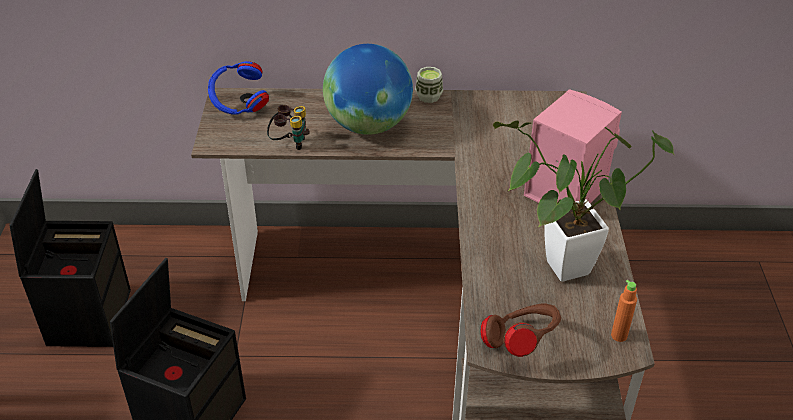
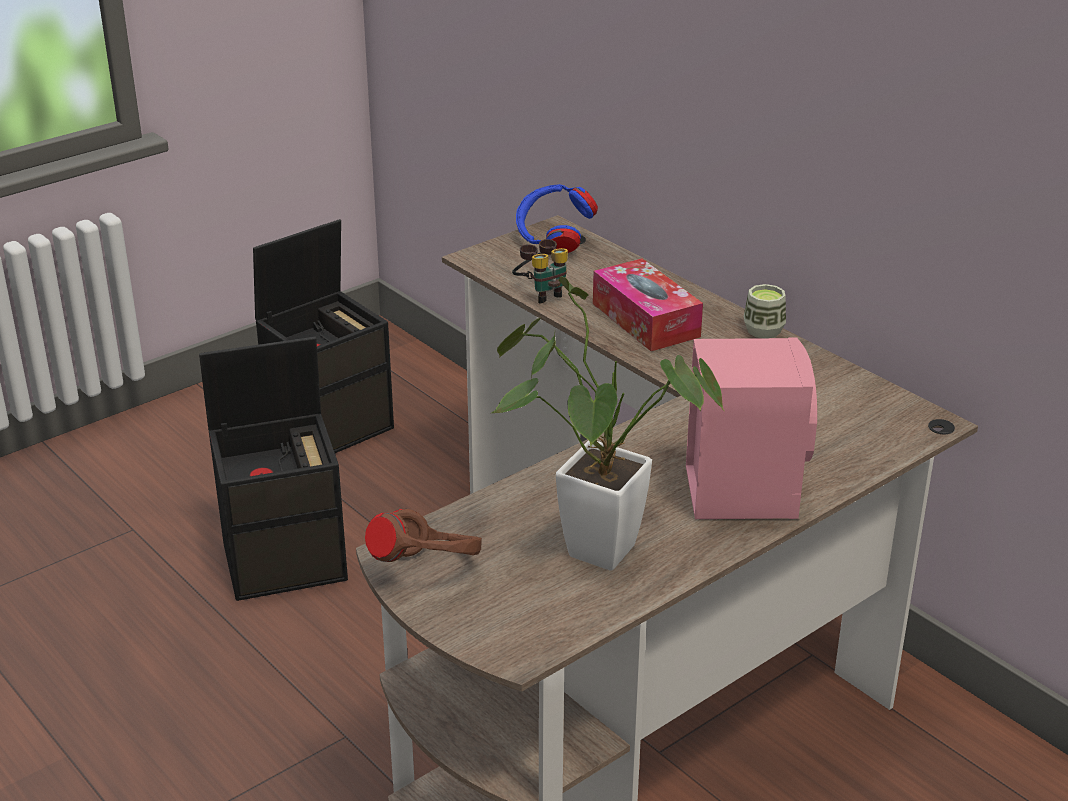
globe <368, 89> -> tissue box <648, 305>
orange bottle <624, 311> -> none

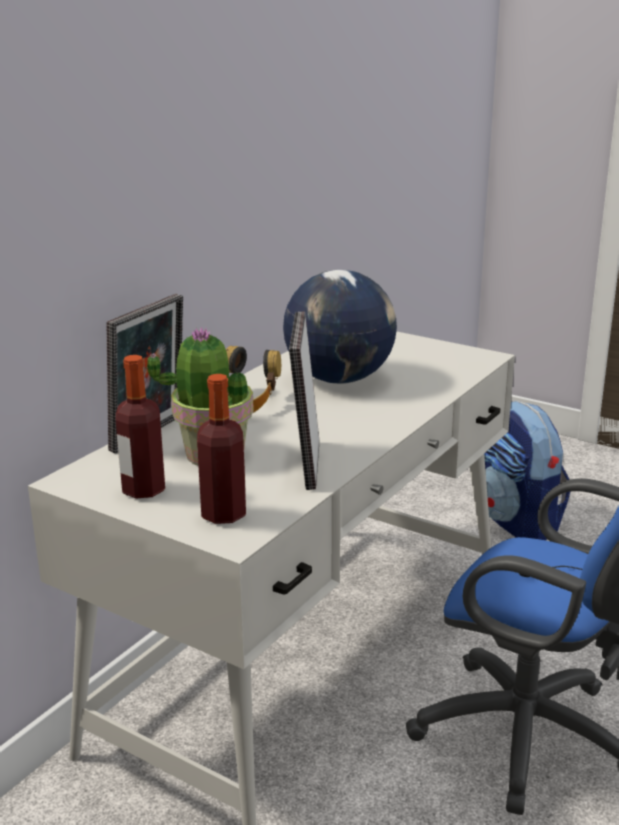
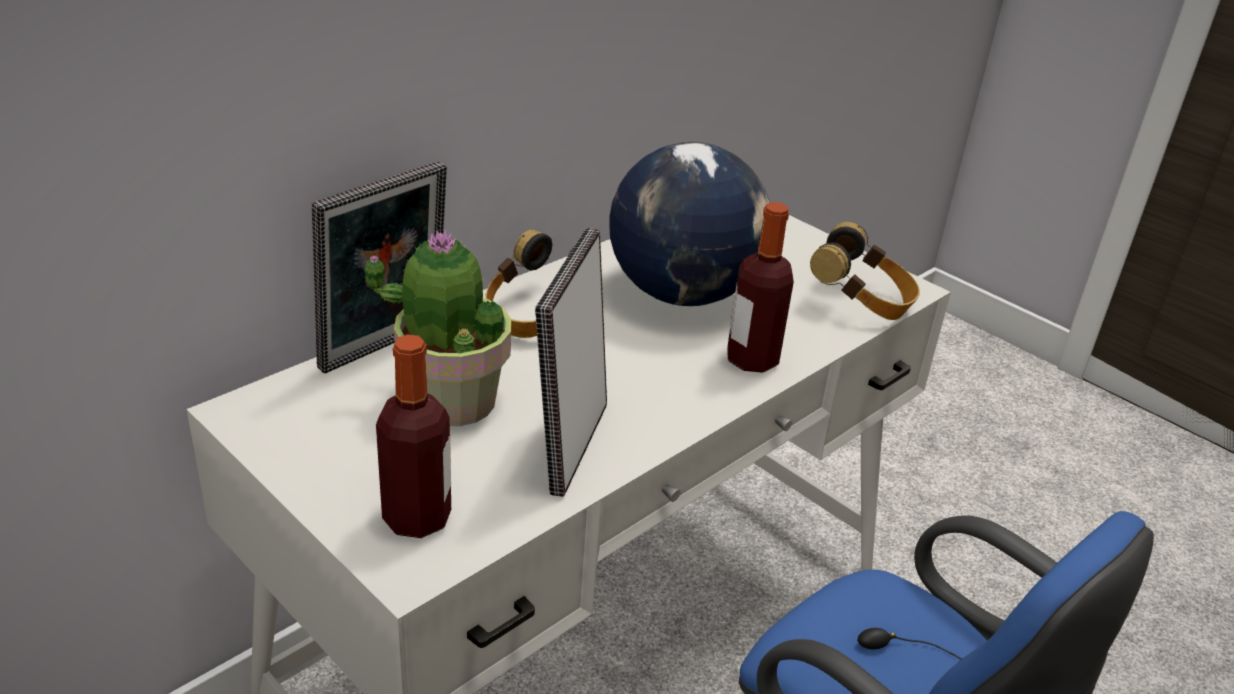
bottle <140, 426> -> bottle <760, 287>, moved
none -> headphones <865, 271>
backpack <527, 470> -> none

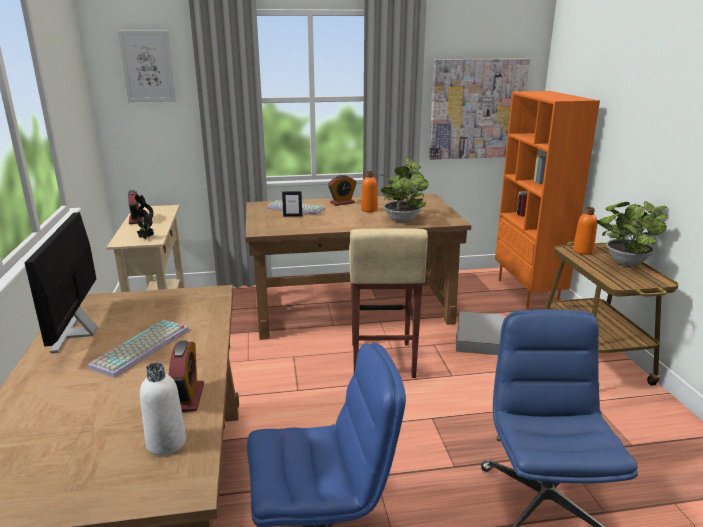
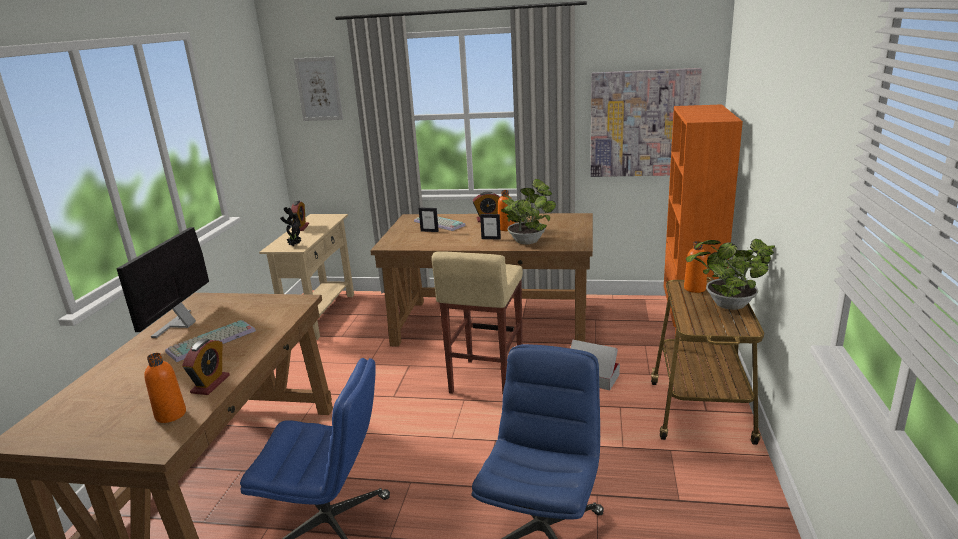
white bottle <163, 409> -> orange bottle <165, 388>
none -> picture frame <490, 226>

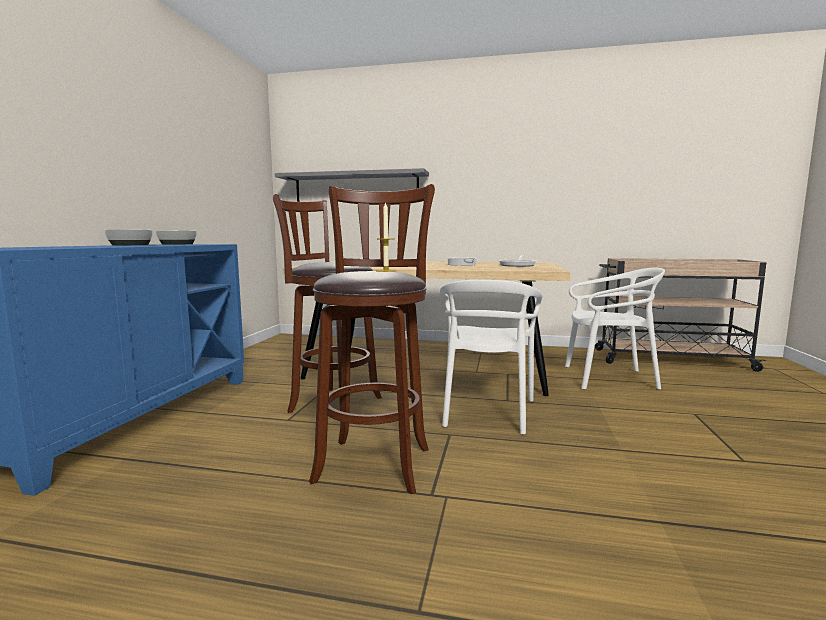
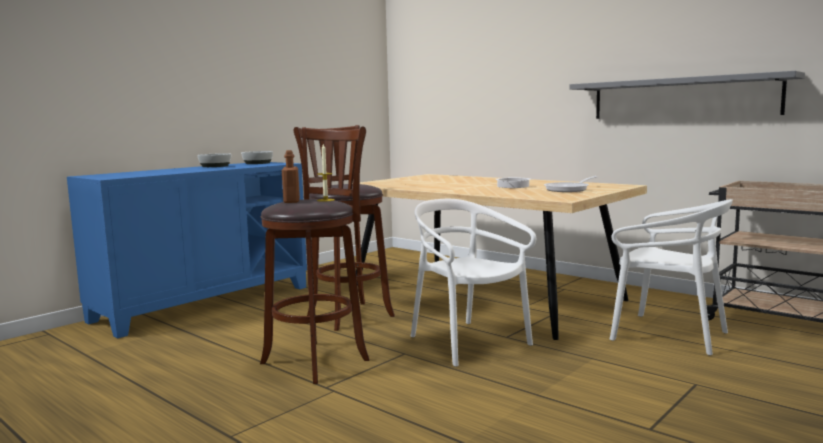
none -> brown bottle <291, 176>
white chair <491, 357> -> white chair <473, 283>, 105 degrees clockwise
grey shelf <352, 185> -> grey shelf <687, 95>, moved

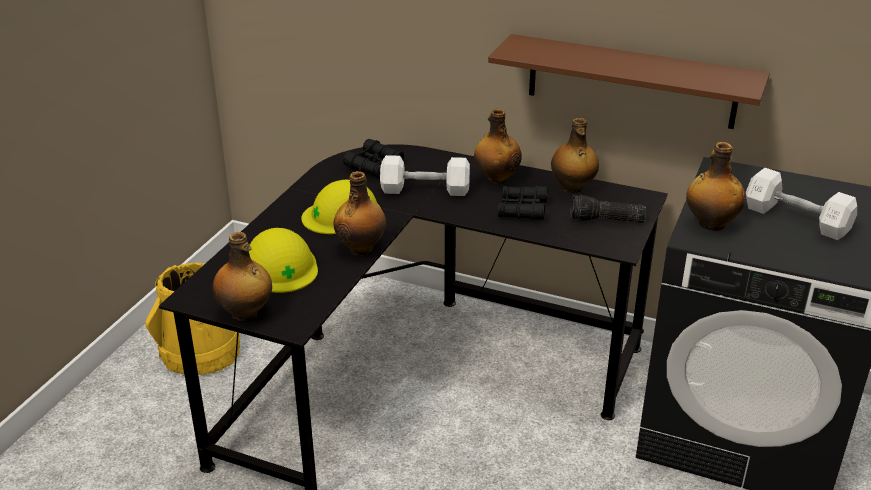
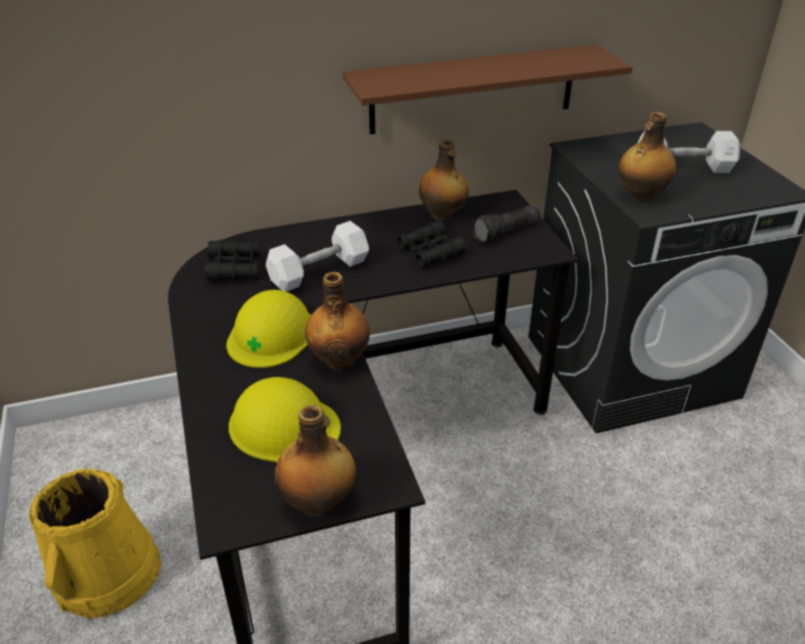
bottle <498, 146> -> none

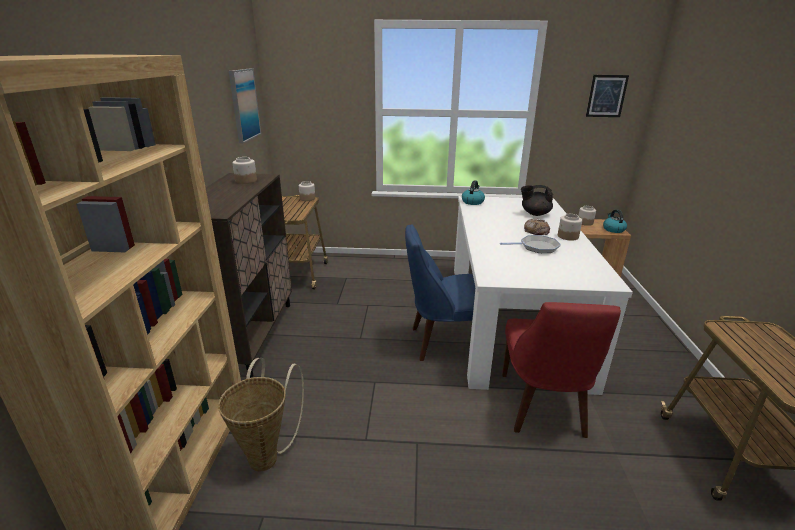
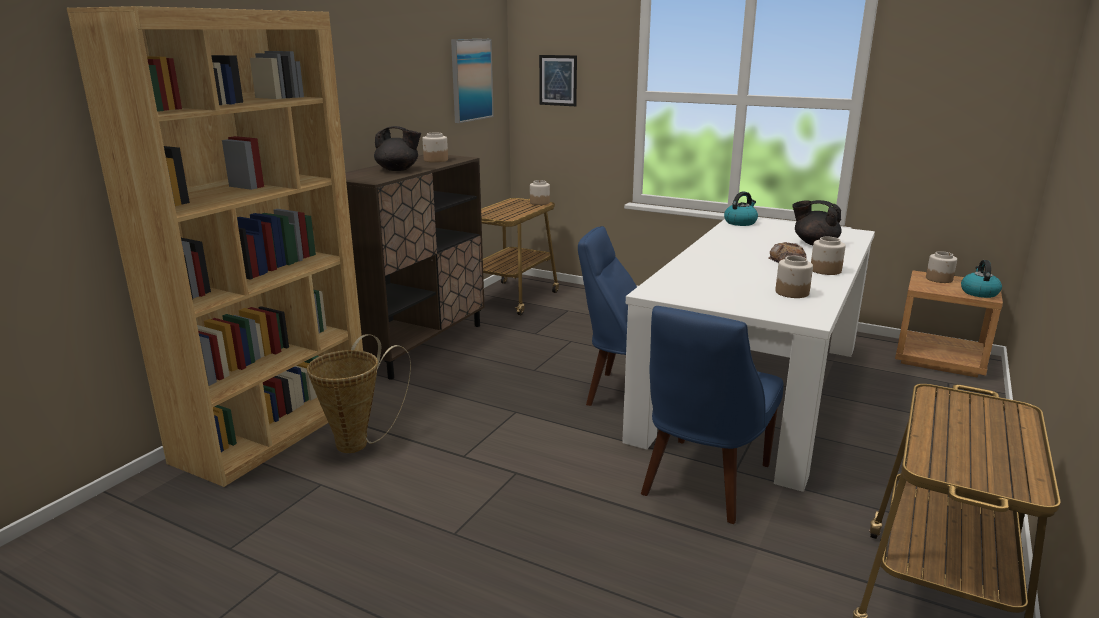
none -> black teapot <397, 148>
picture <607, 96> -> picture <558, 80>, moved
red chair <561, 370> -> blue chair <712, 415>
none -> jar <794, 277>
frying pan <530, 244> -> none

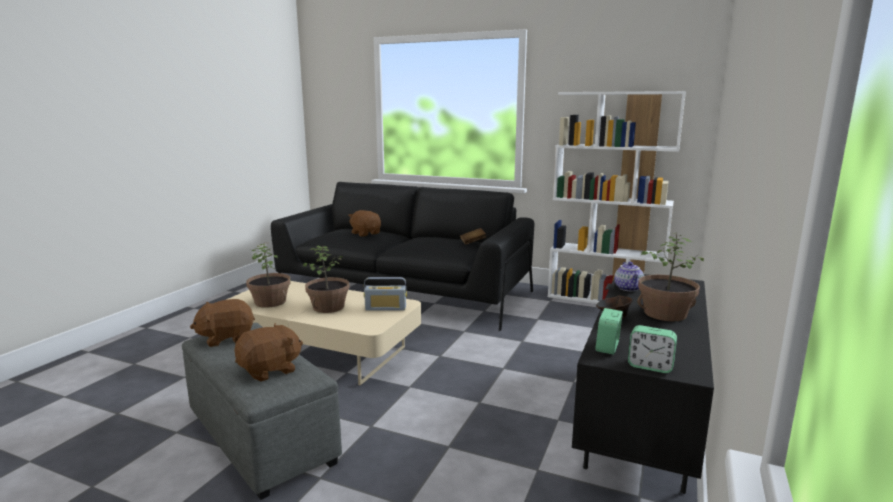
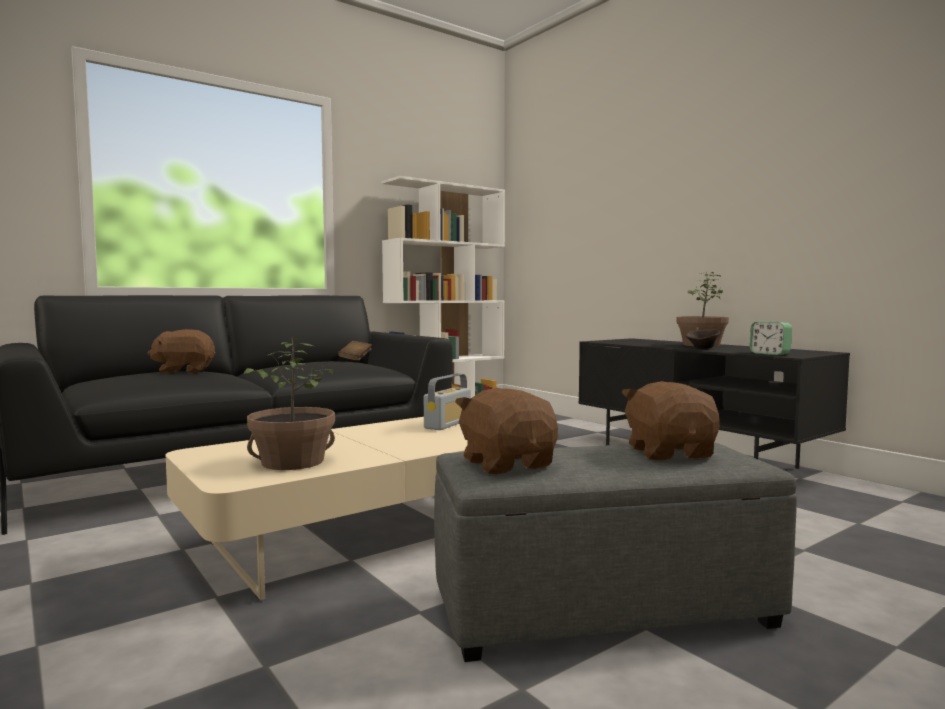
brown plush toy <222, 323> -> brown plush toy <506, 431>, 150 degrees clockwise
potted plant <326, 279> -> none
teapot <629, 276> -> none
alarm clock <652, 349> -> none

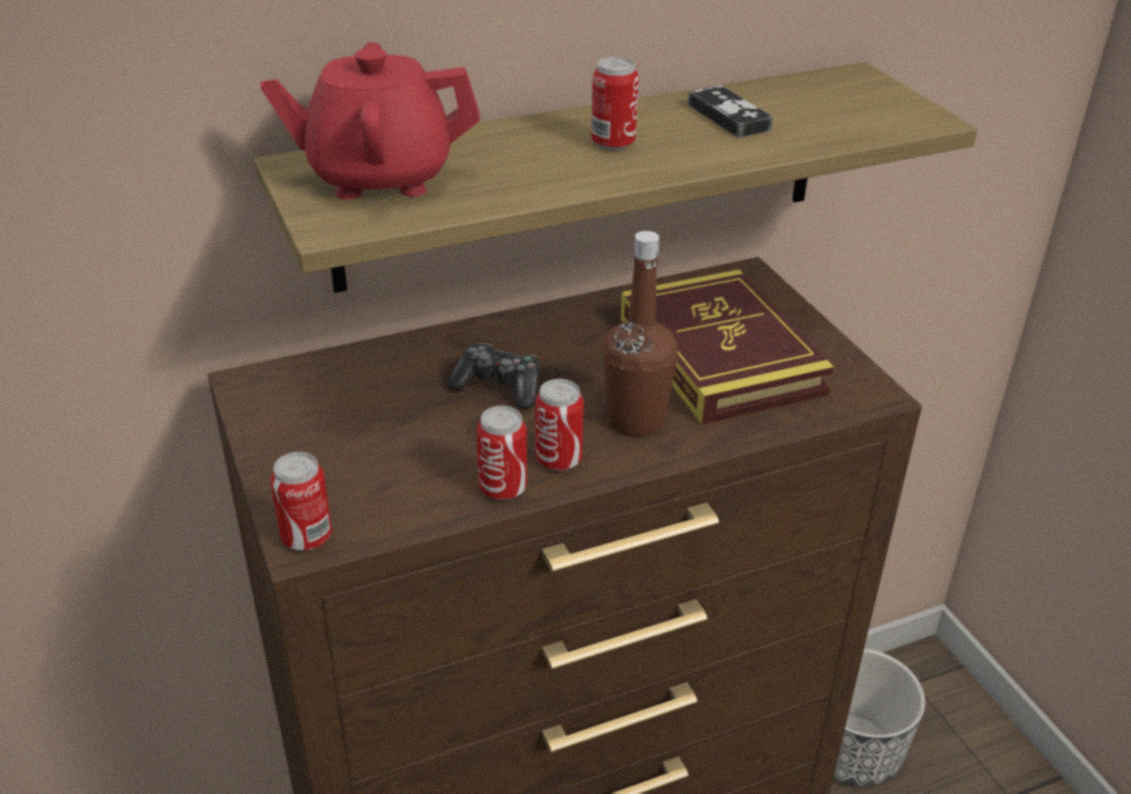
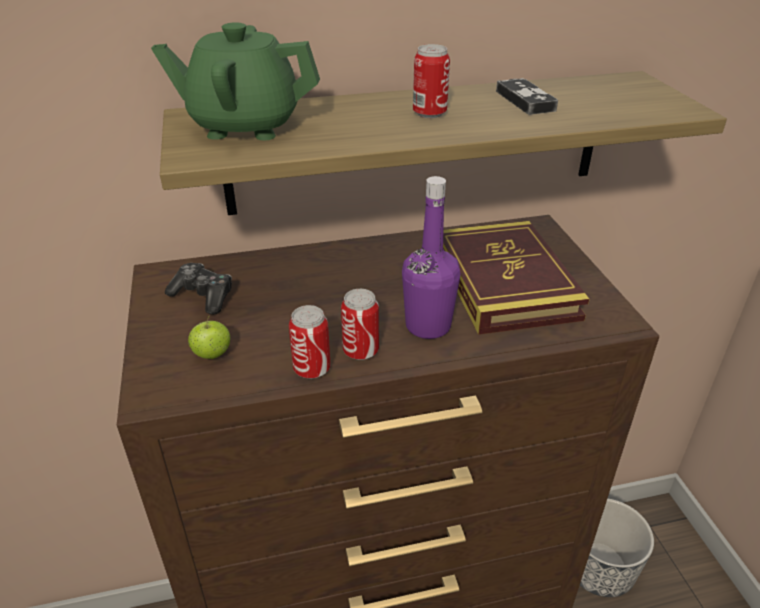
red teapot <370, 121> -> green teapot <235, 81>
game controller <493, 376> -> game controller <198, 289>, moved
none -> apple <209, 337>
brown bottle <640, 333> -> purple bottle <431, 257>
can <301, 501> -> none

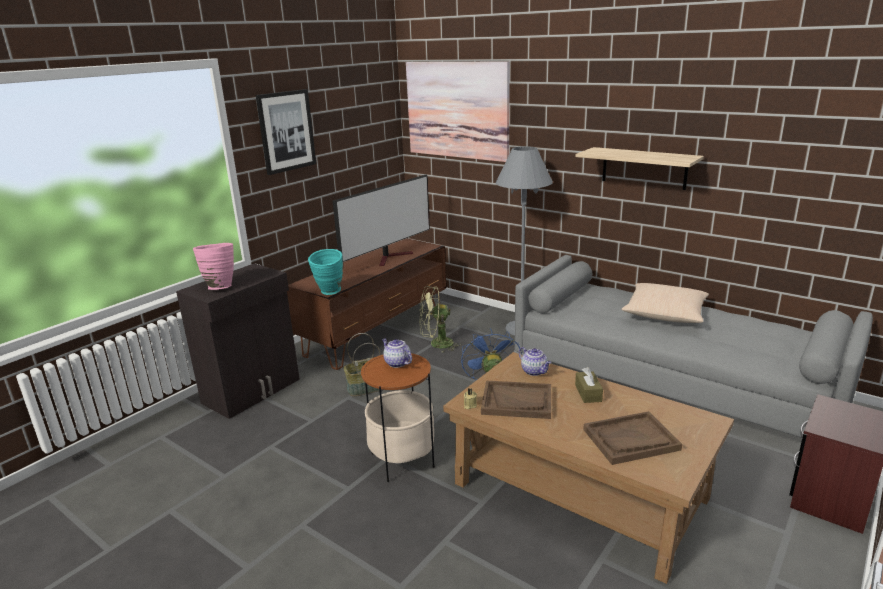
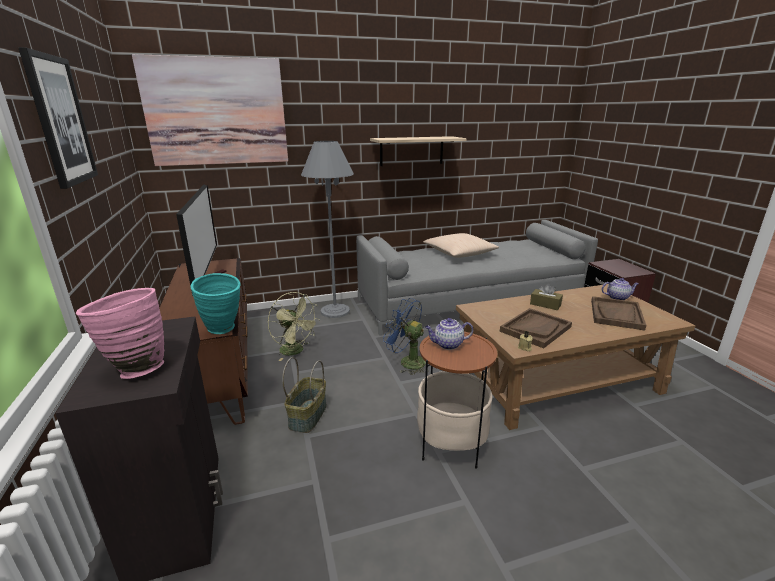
green fan <440, 319> -> green fan <293, 326>, 75 degrees counterclockwise
teapot <535, 361> -> teapot <620, 289>, moved

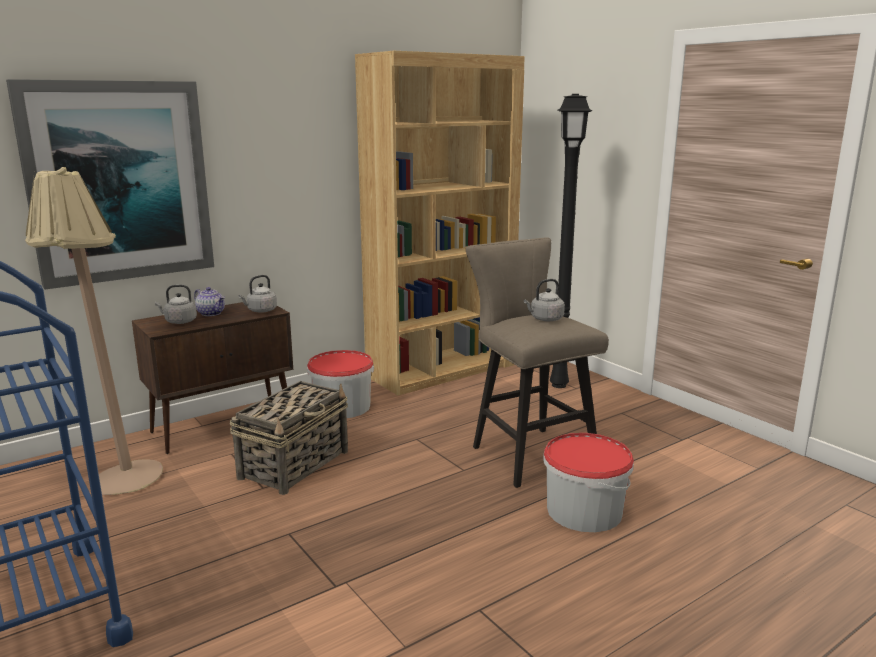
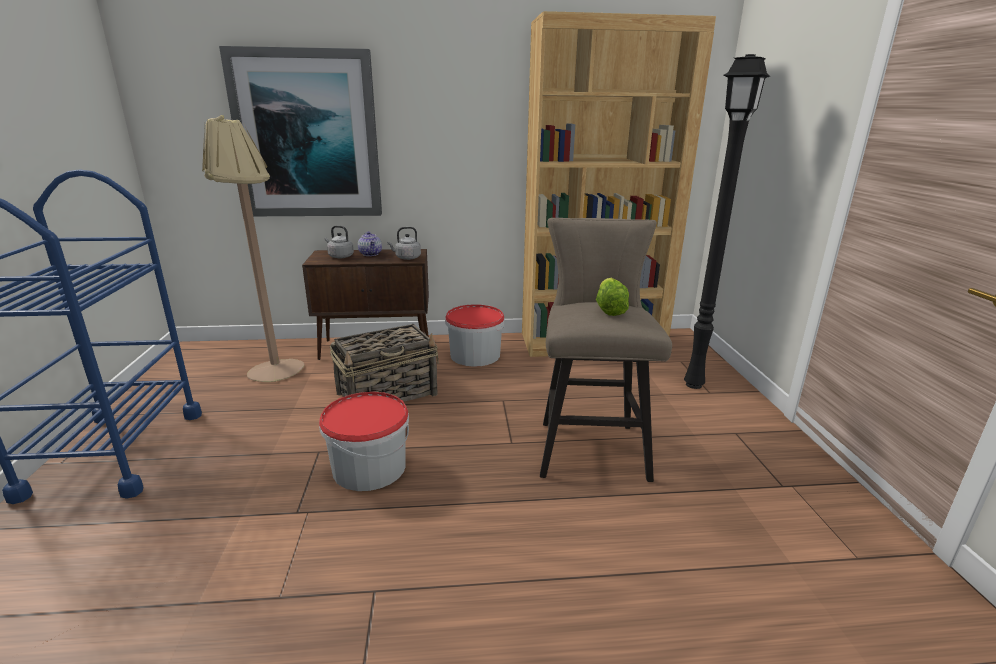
bucket <588, 482> -> bucket <364, 441>, moved
grey kettle <544, 300> -> lettuce <612, 297>

